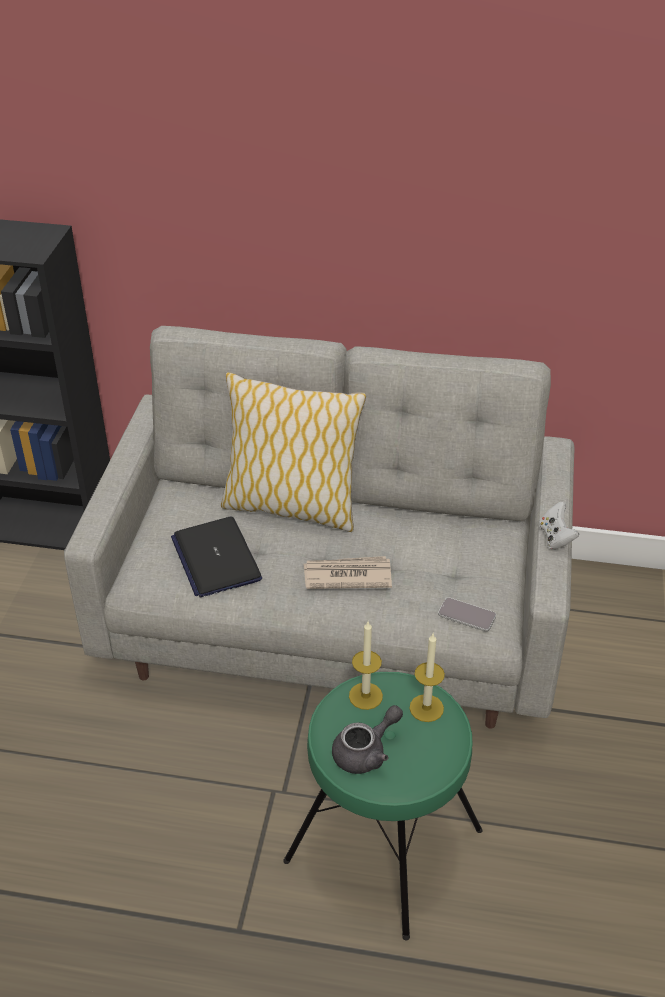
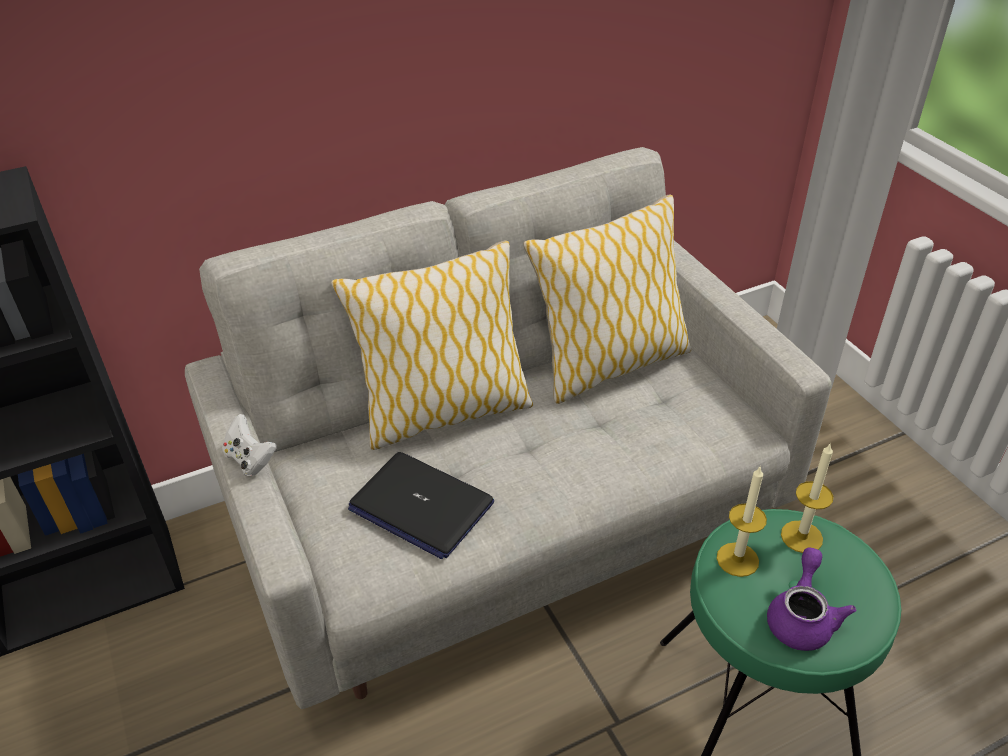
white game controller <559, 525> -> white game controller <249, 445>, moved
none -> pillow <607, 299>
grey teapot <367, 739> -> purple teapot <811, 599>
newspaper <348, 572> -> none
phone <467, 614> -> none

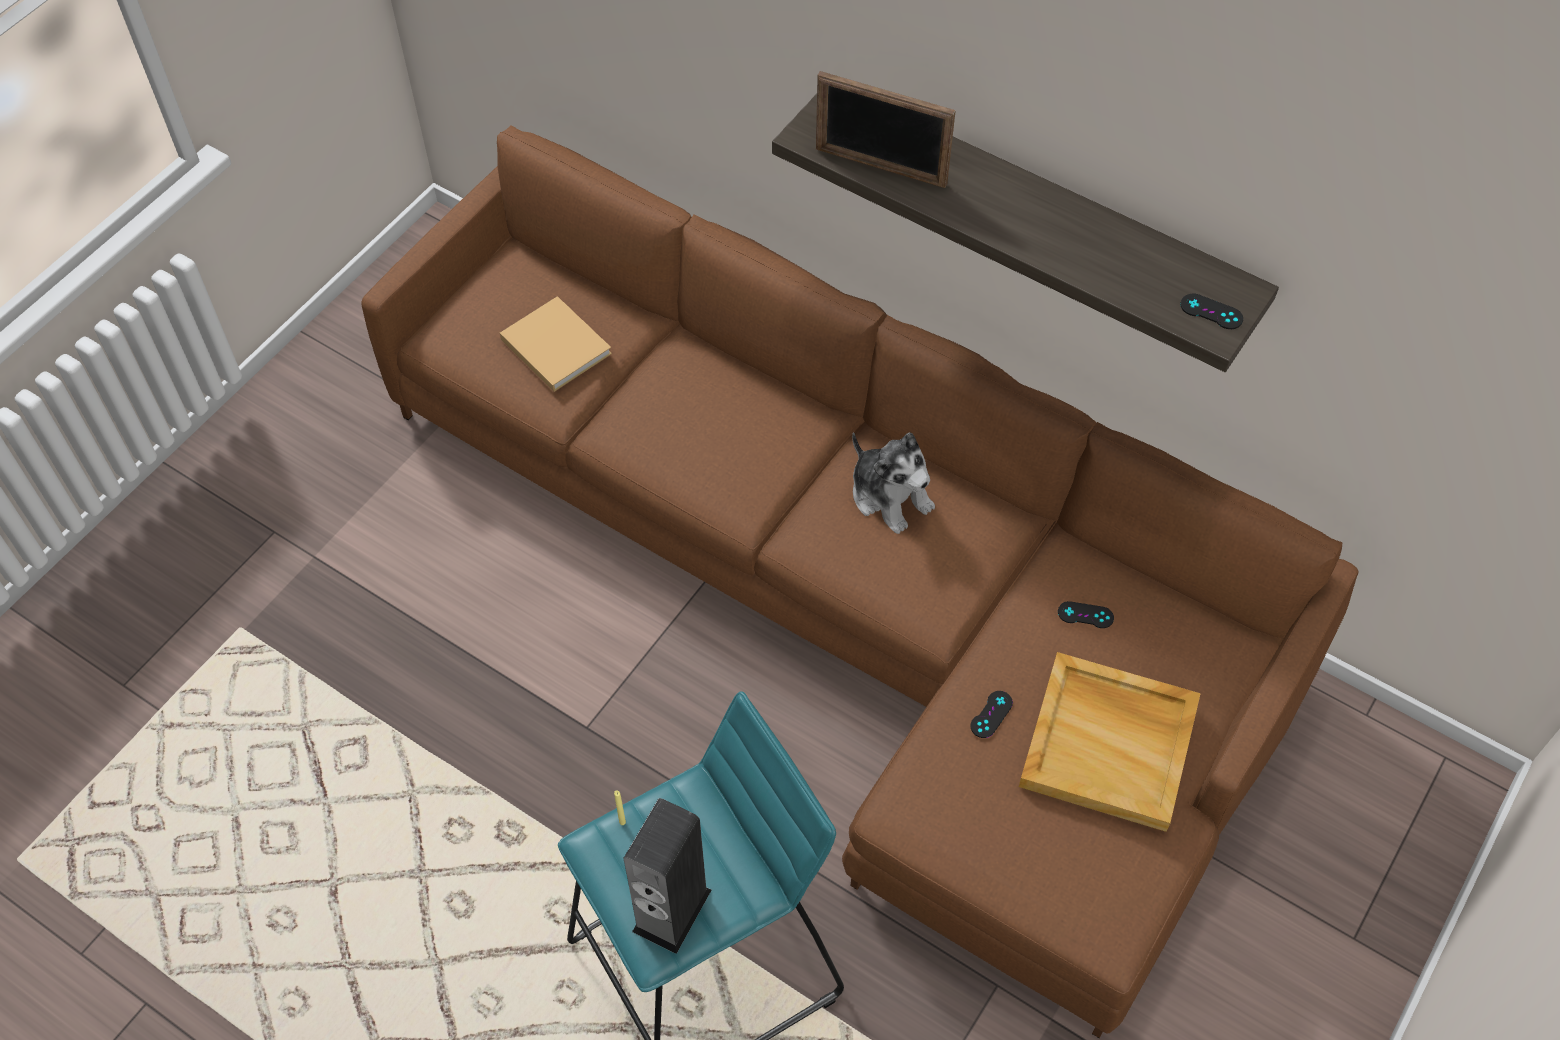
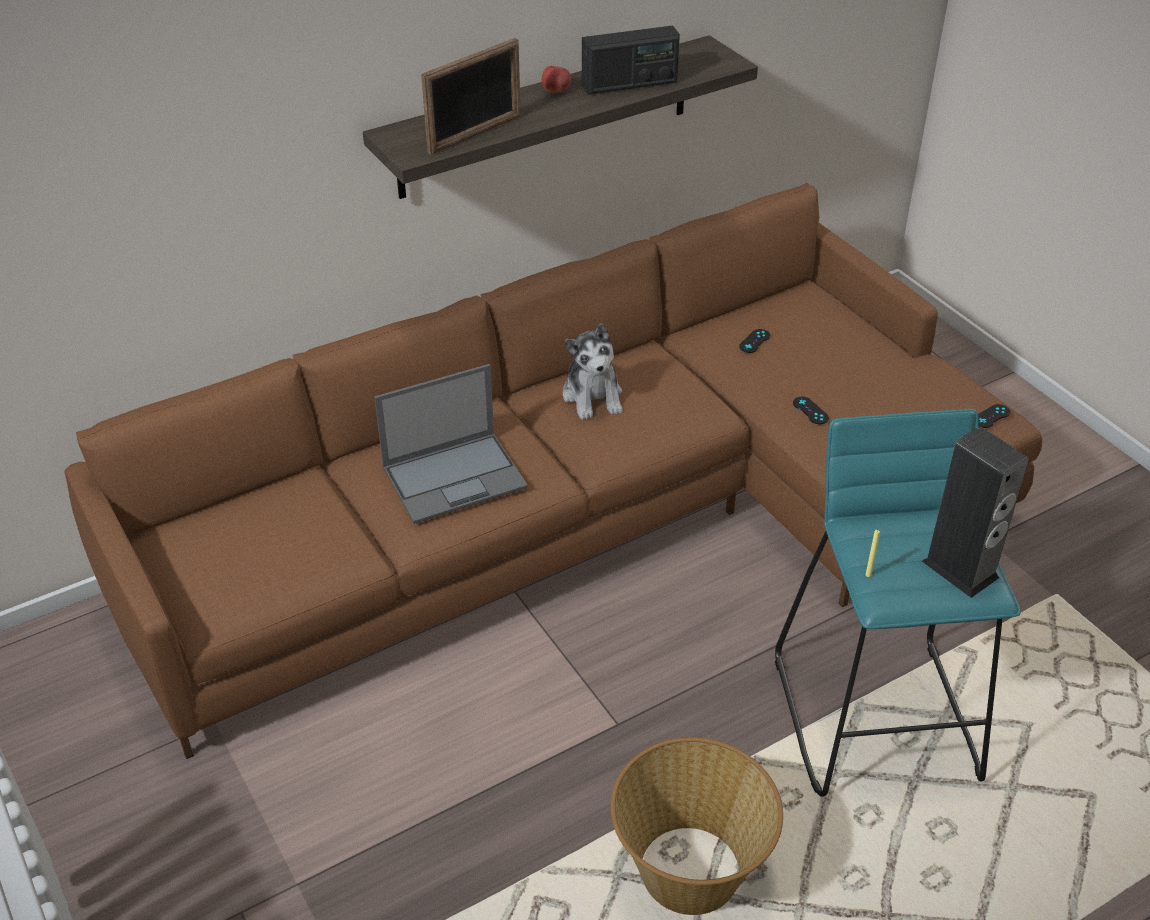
none -> laptop <451, 444>
none -> apple <556, 79>
plush toy <893, 483> -> plush toy <593, 371>, 90 degrees clockwise
none -> radio <631, 60>
none -> basket <697, 826>
black game controller <1211, 311> -> black game controller <994, 416>, moved
beige book <556, 344> -> none
beige tray <1110, 742> -> none

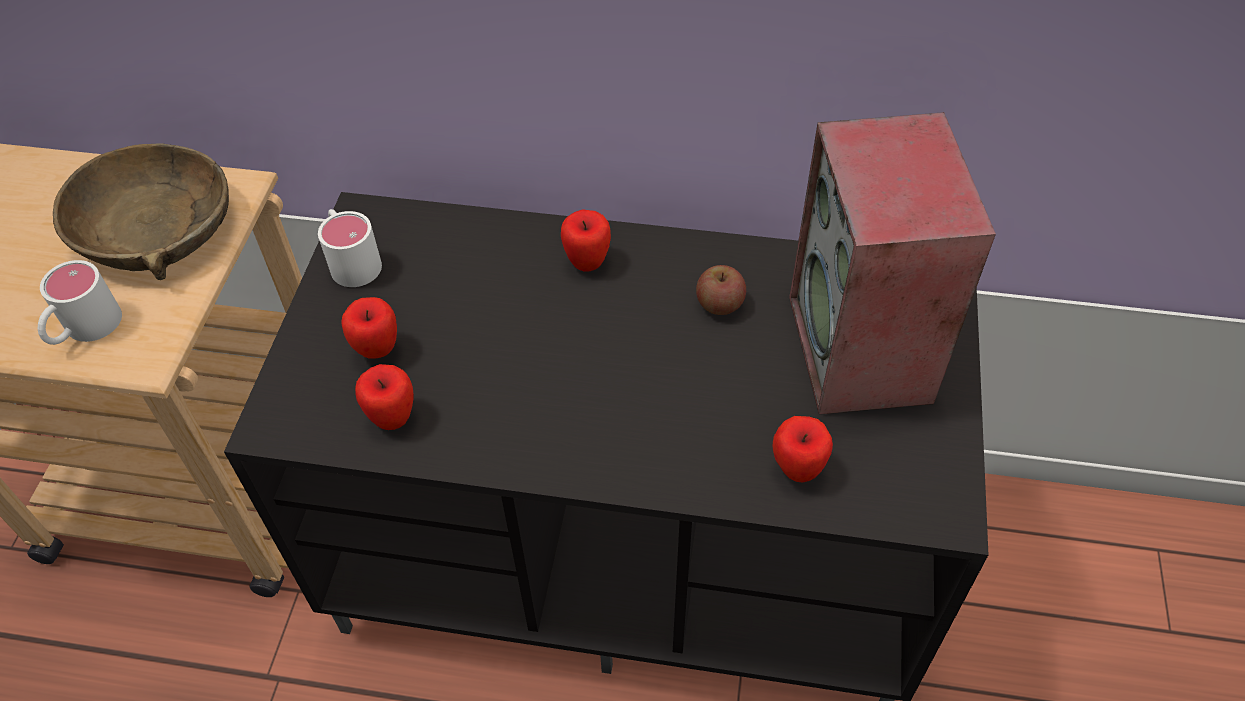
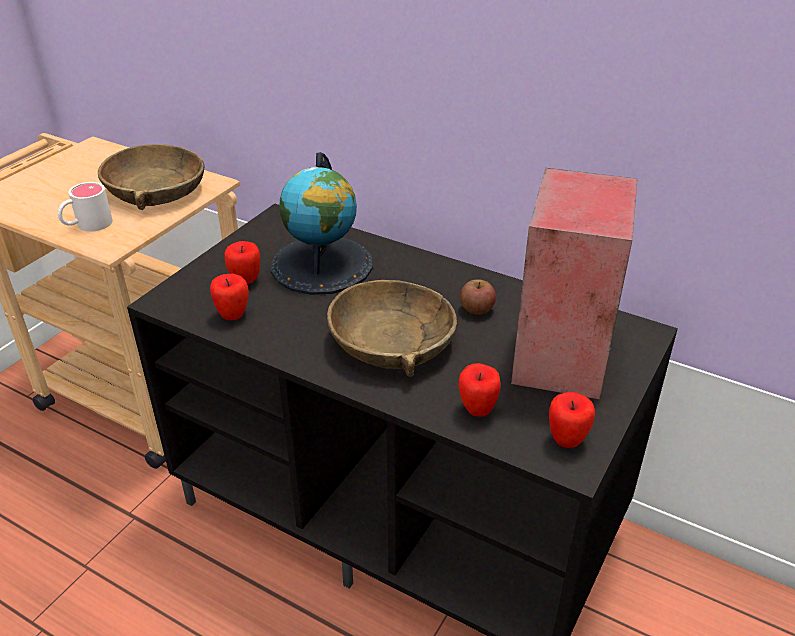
none -> globe <322, 223>
none -> brown bowl <392, 328>
apple <586, 240> -> apple <572, 420>, moved
white mug <350, 248> -> none

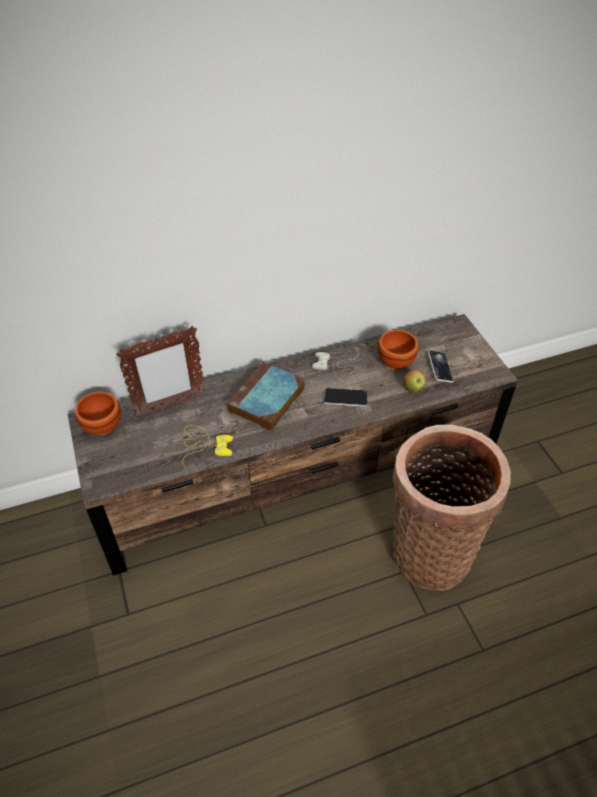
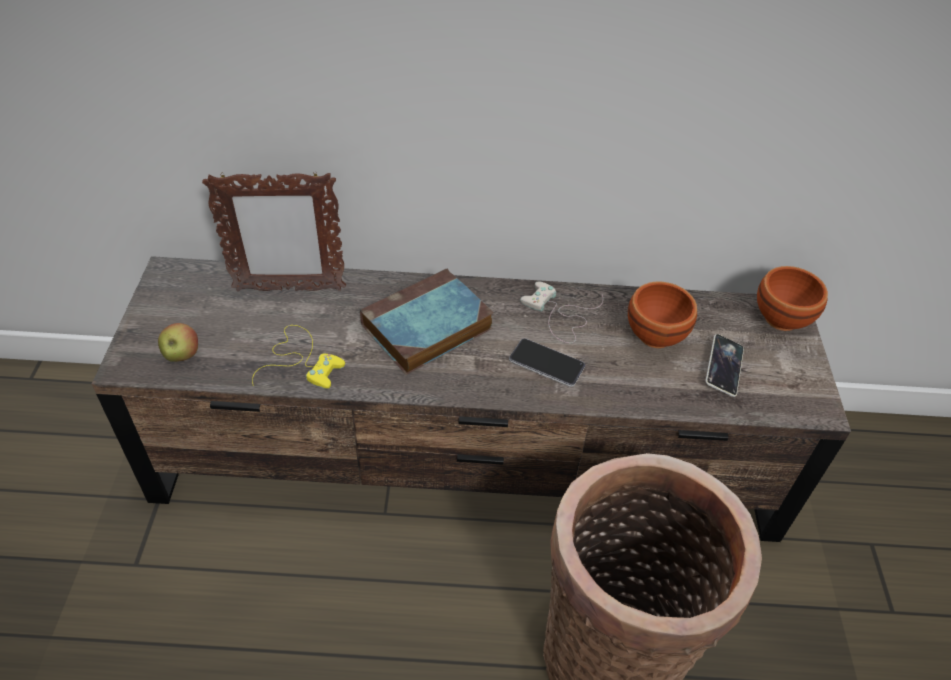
apple <414, 381> -> apple <178, 342>, moved
brown bowl <98, 413> -> brown bowl <792, 298>, moved

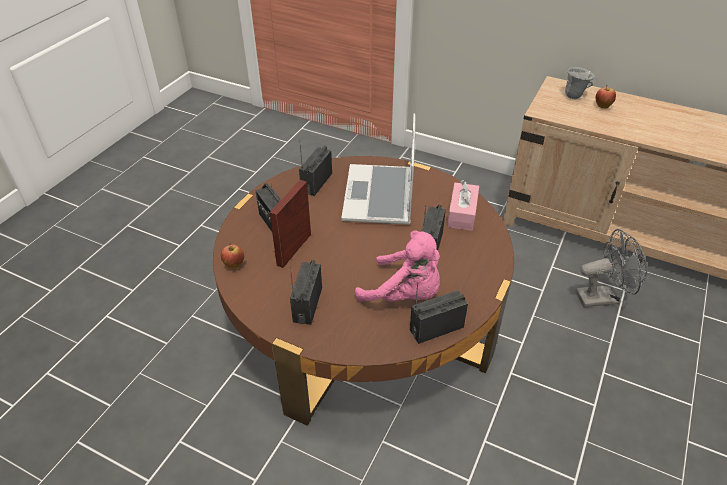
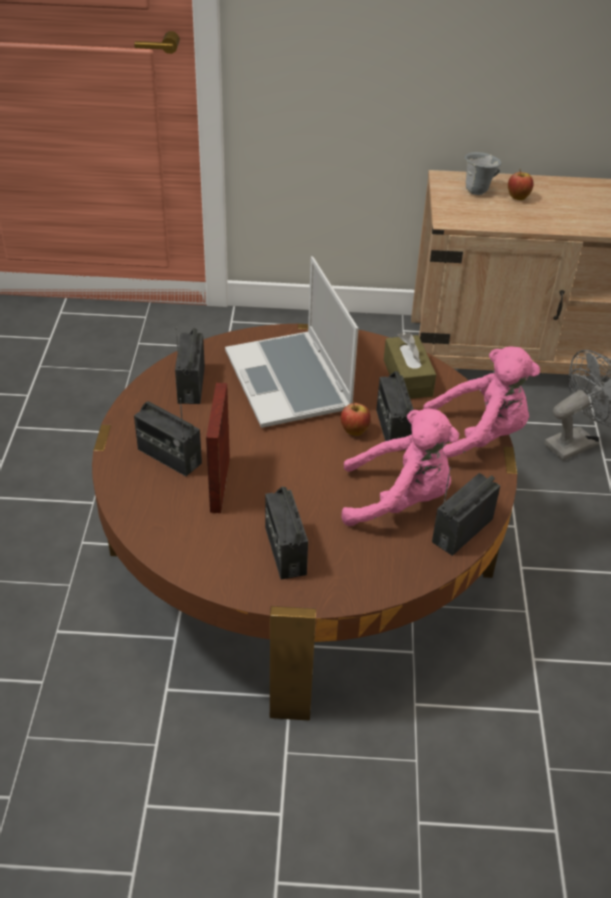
apple <232, 256> -> apple <355, 418>, moved
pink tissue box <463, 205> -> brown tissue box <410, 365>
none -> pink plush toy <481, 402>

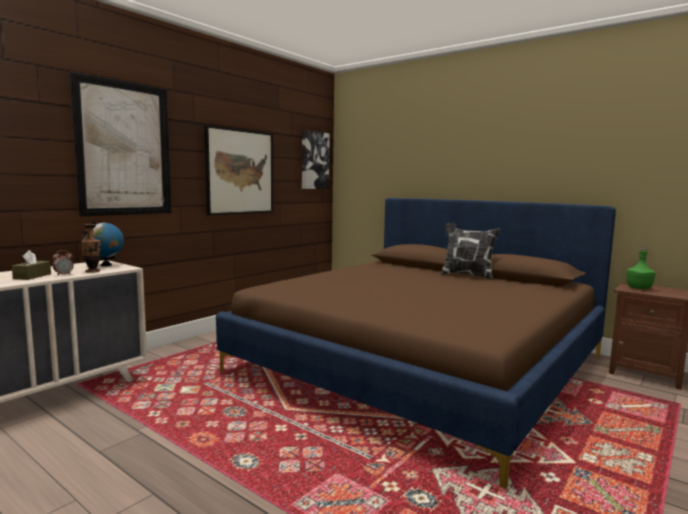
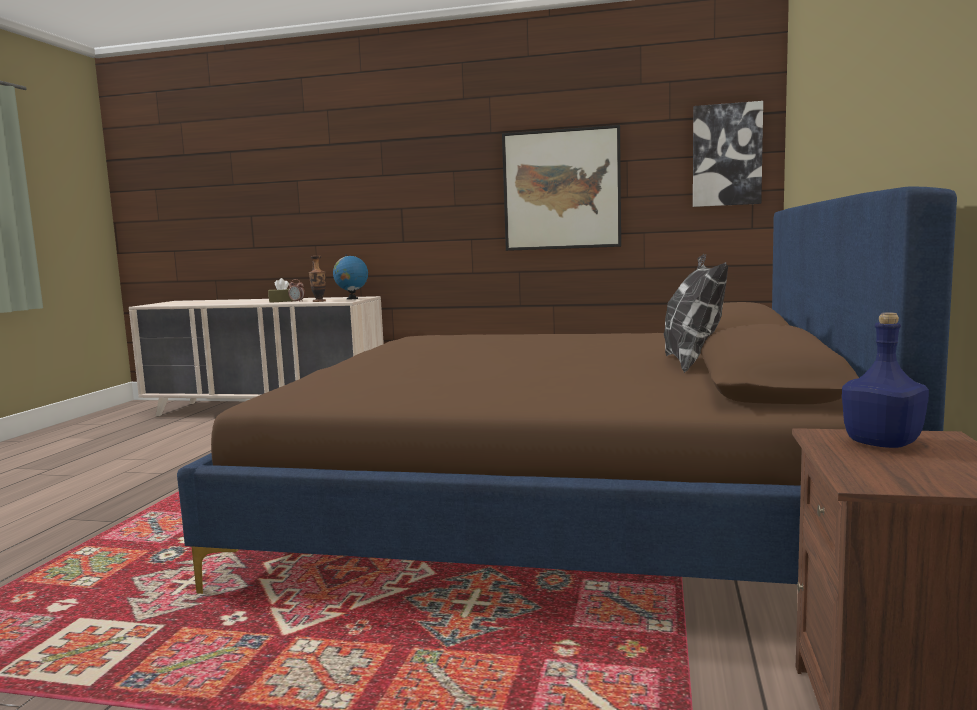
green bottle <641, 268> -> blue bottle <885, 380>
picture <120, 144> -> none

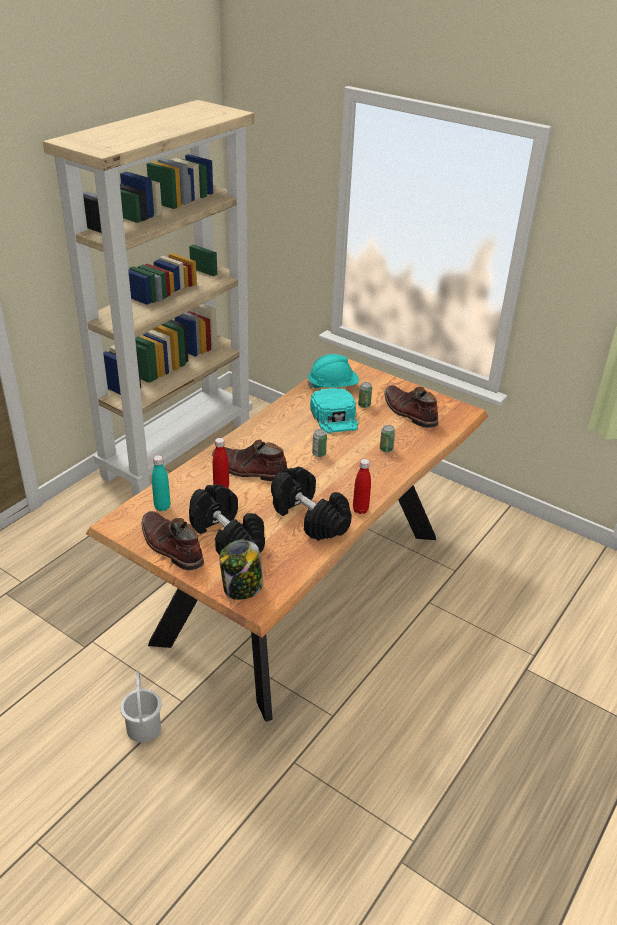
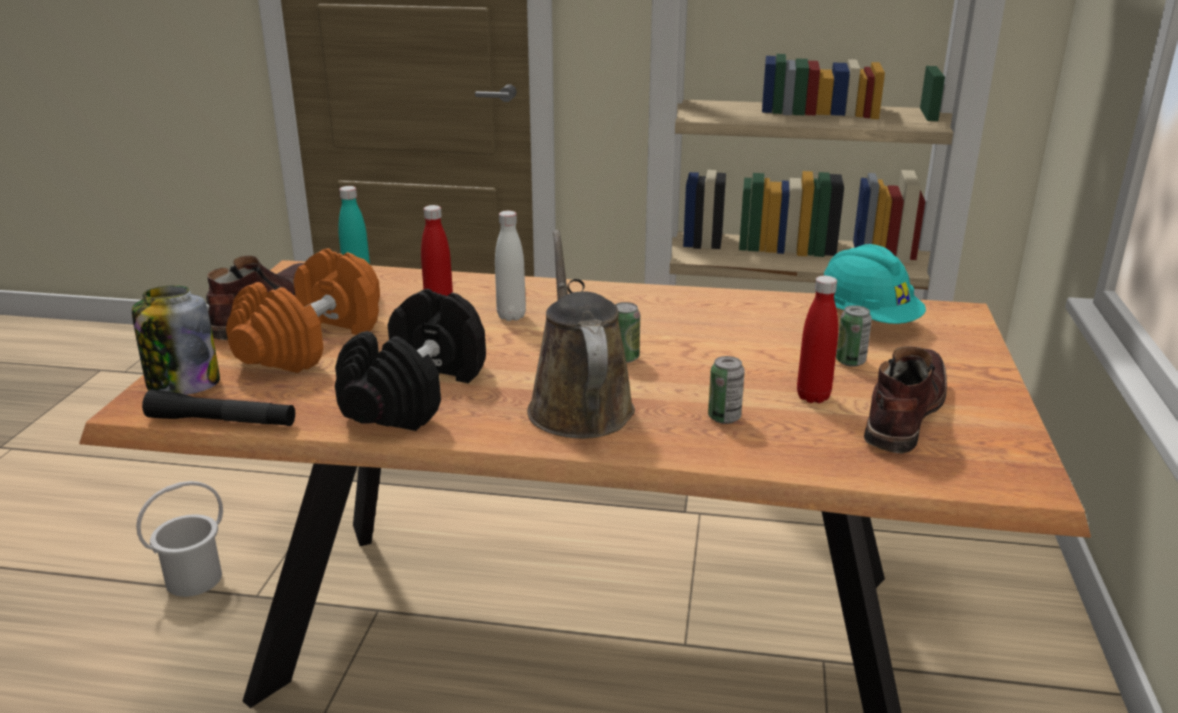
none -> black flashlight <218, 408>
black dumbbell <227, 519> -> orange dumbbell <303, 310>
brown boot <249, 460> -> white bottle <510, 266>
none -> brown watering can <581, 334>
red bottle <362, 486> -> red bottle <817, 339>, moved
turquoise cap <334, 411> -> none

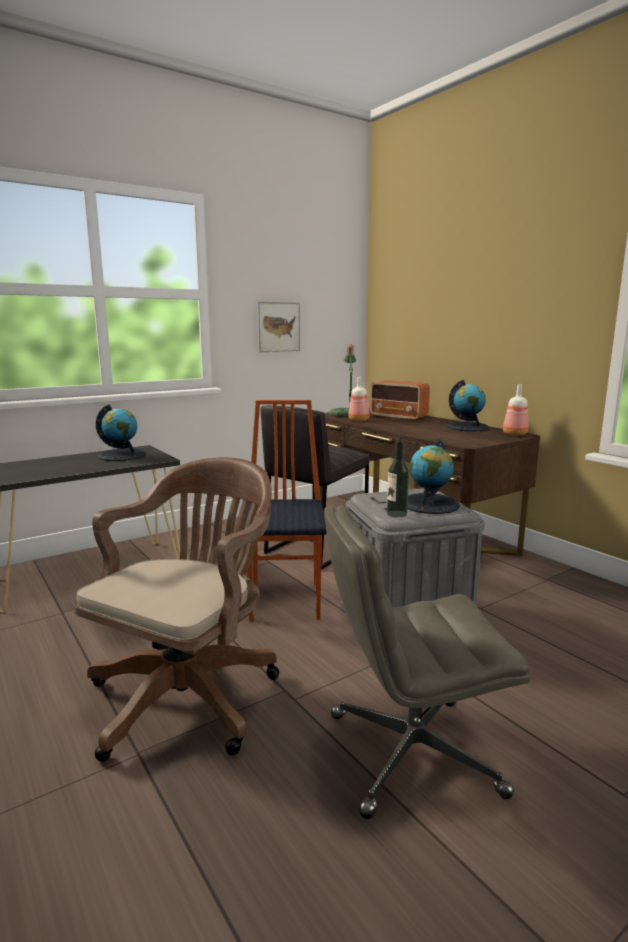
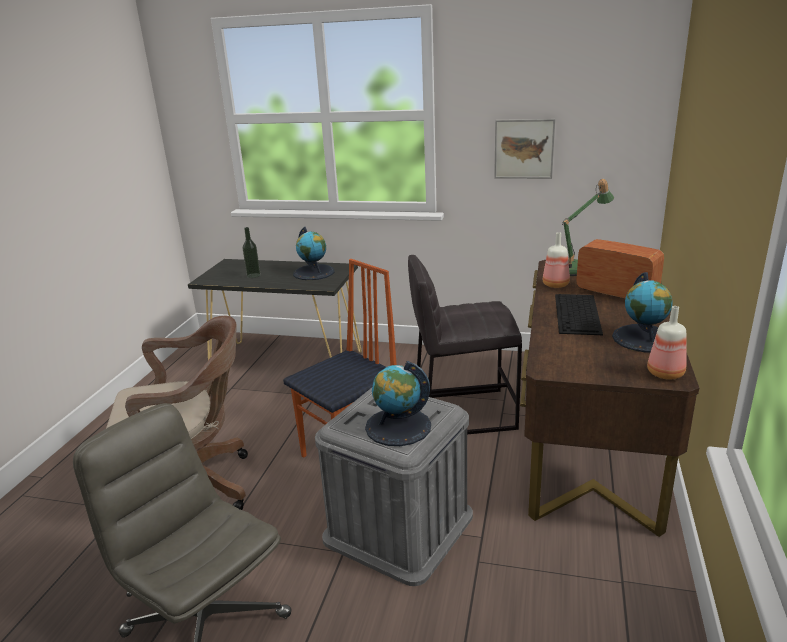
bottle <398, 478> -> bottle <251, 252>, moved
none -> keyboard <579, 314>
radio <399, 400> -> radio <620, 268>, 135 degrees clockwise

